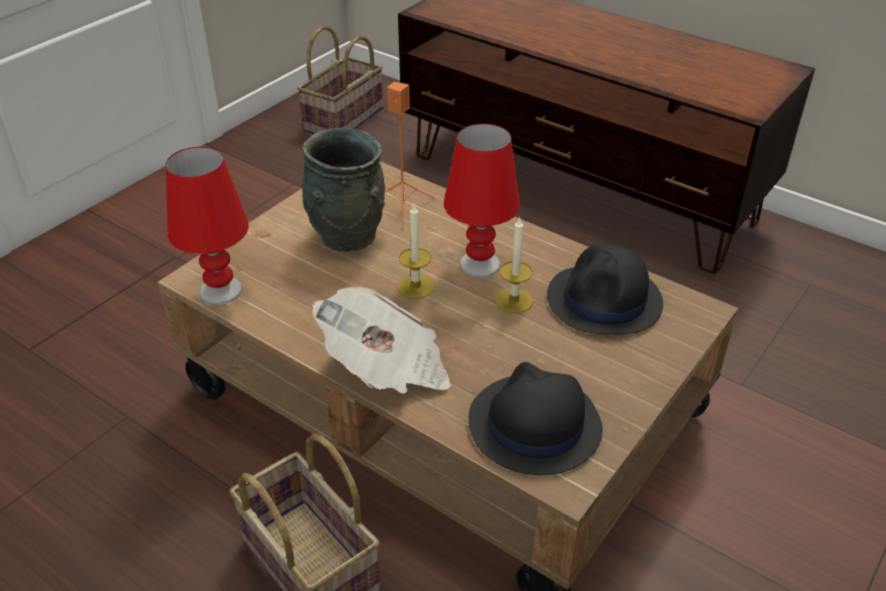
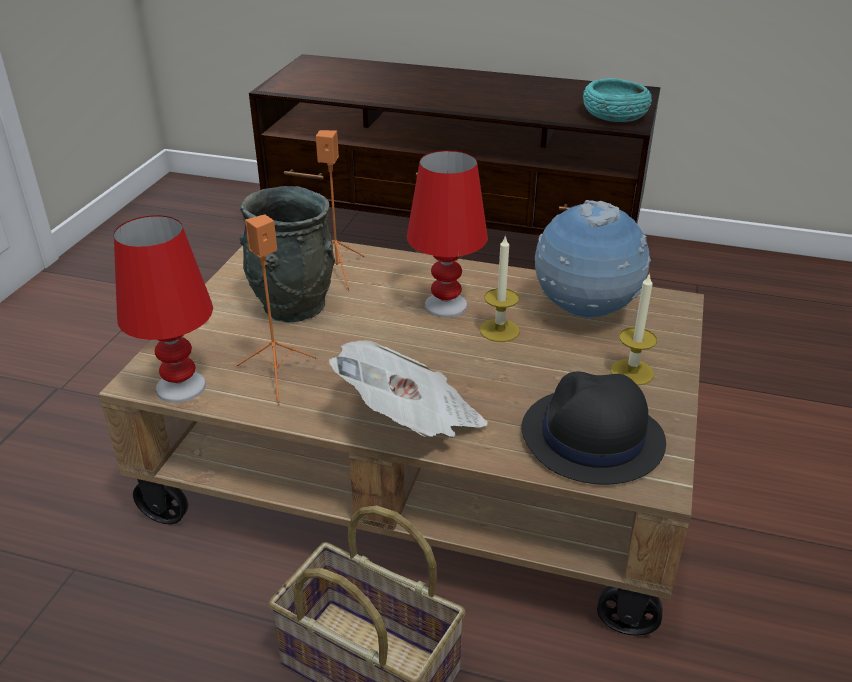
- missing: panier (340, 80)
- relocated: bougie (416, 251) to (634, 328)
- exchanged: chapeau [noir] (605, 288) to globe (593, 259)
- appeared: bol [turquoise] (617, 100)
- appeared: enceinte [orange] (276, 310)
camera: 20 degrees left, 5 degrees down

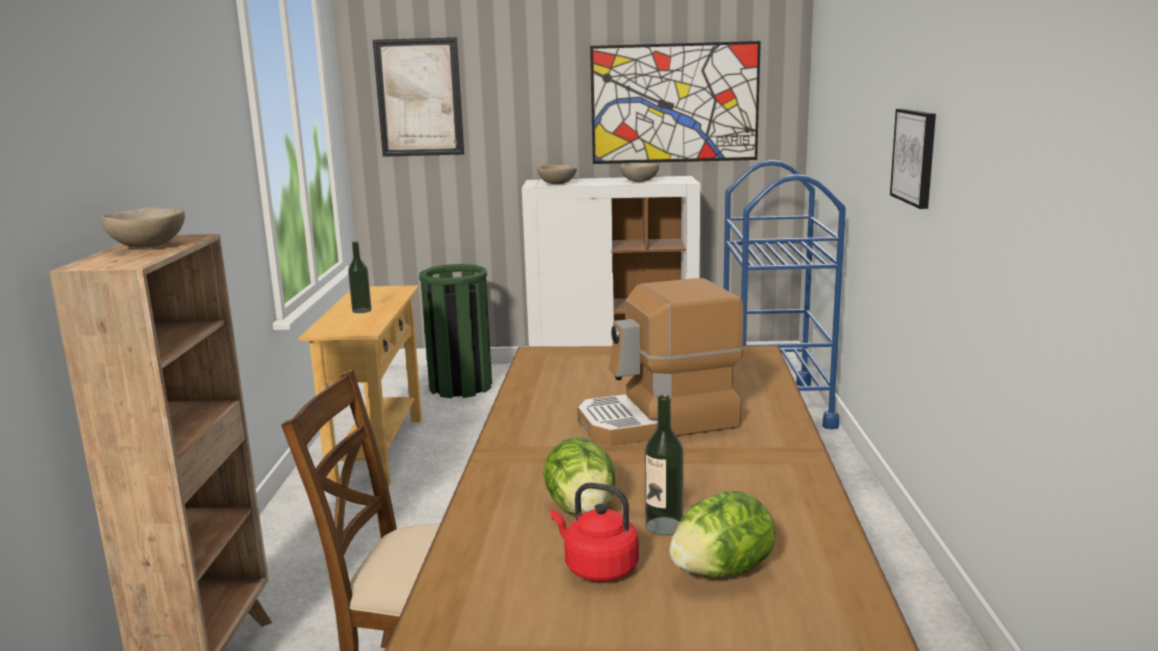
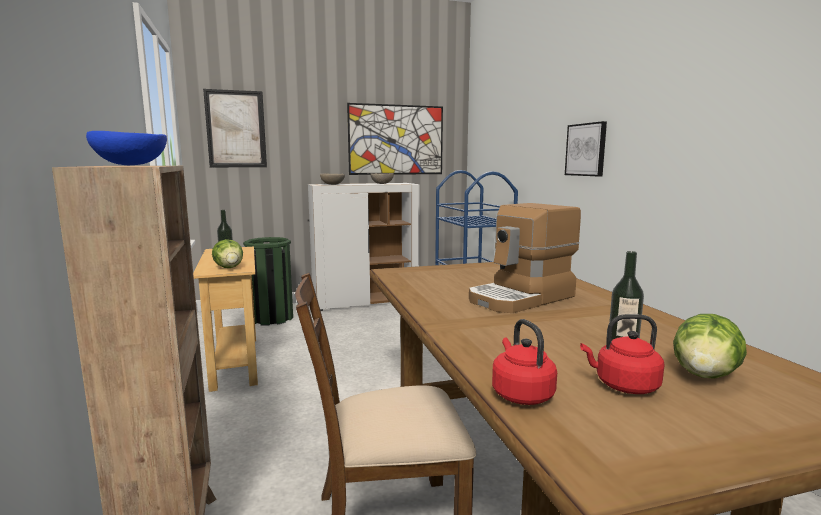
- colour: bol [beige] (143, 227) to bol [bleu] (126, 148)
- relocated: laitue (579, 476) to (227, 253)
- appeared: bouilloire [rouge] (524, 362)
camera: 20 degrees left, 5 degrees down

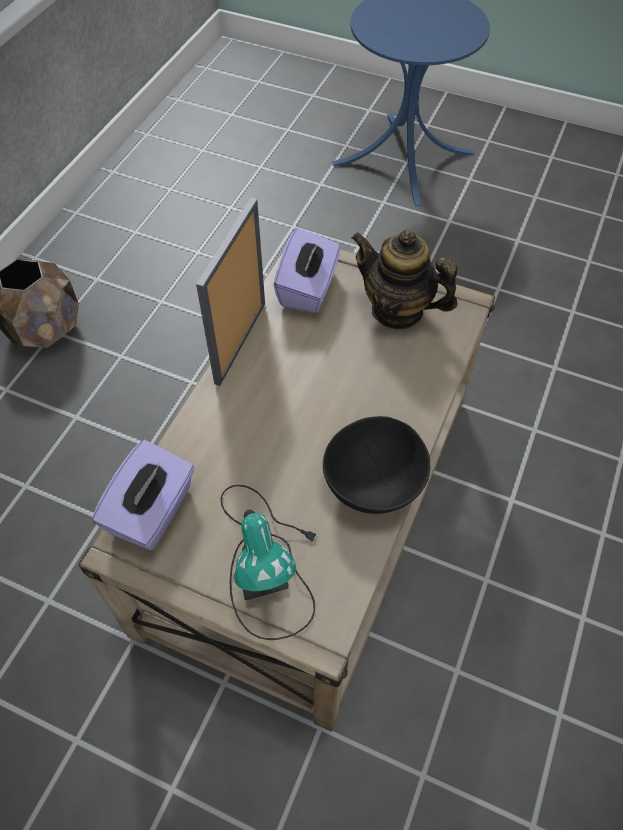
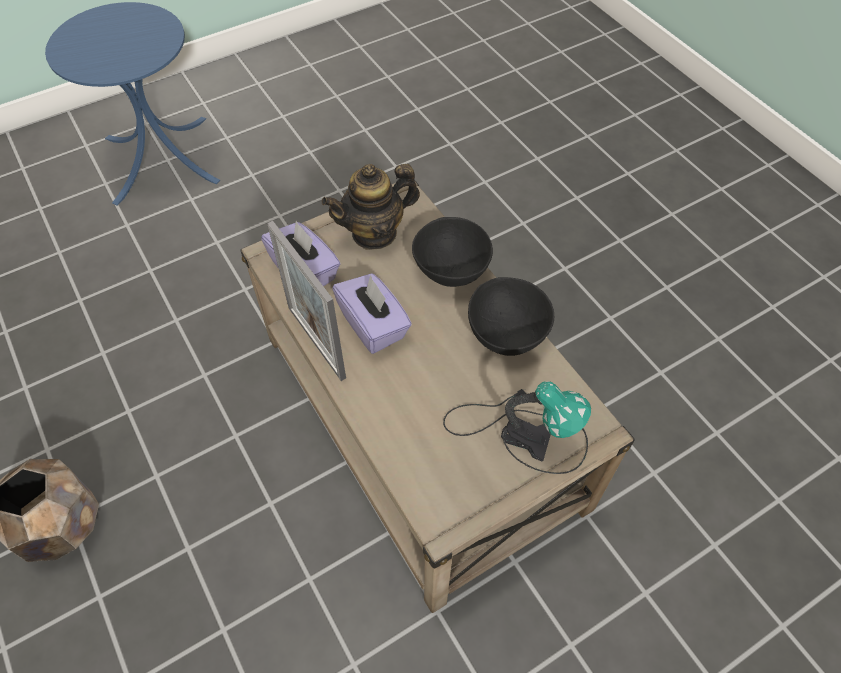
- relocated: boîte à mouchoirs [violet] (143, 495) to (372, 313)
- appeared: bol [noir] (452, 252)
camera: 55 degrees left, 0 degrees up

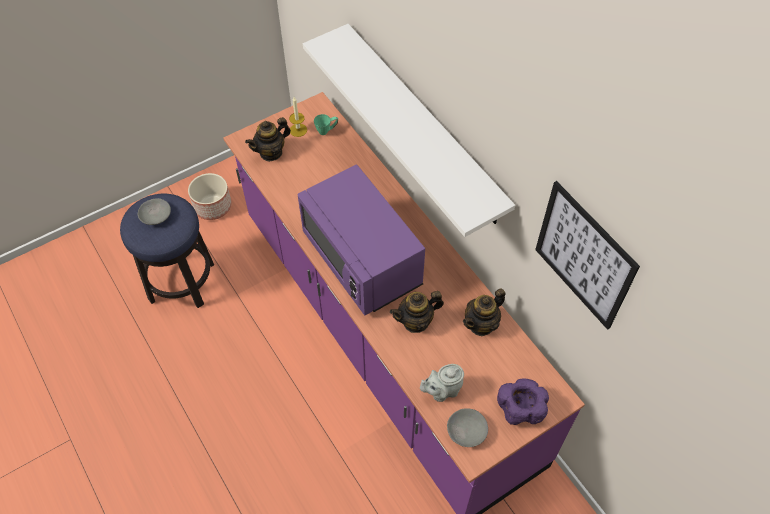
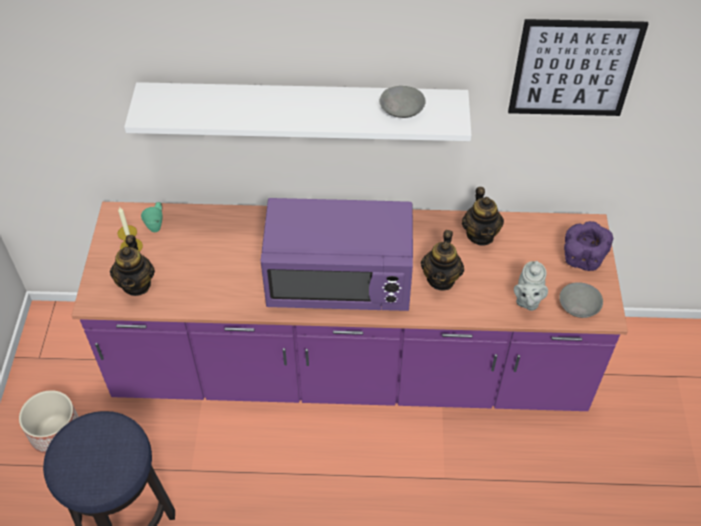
- relocated: bol [gris] (154, 211) to (403, 102)
camera: 55 degrees left, 5 degrees down

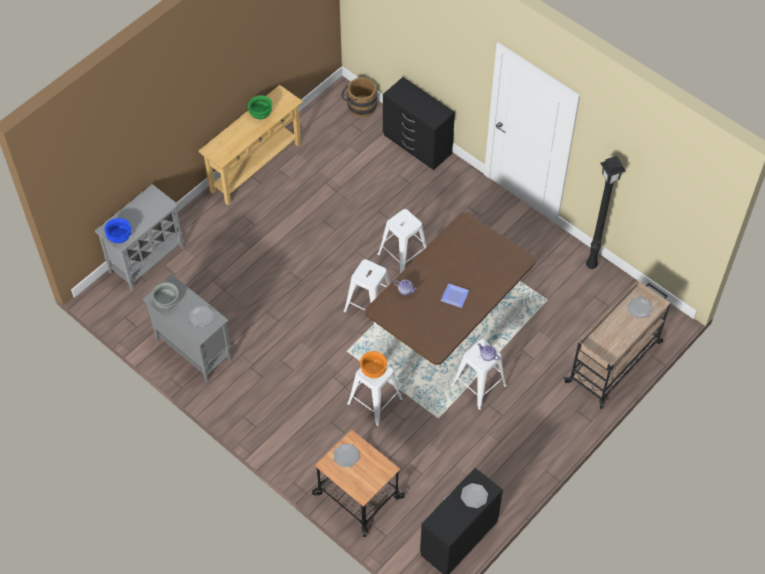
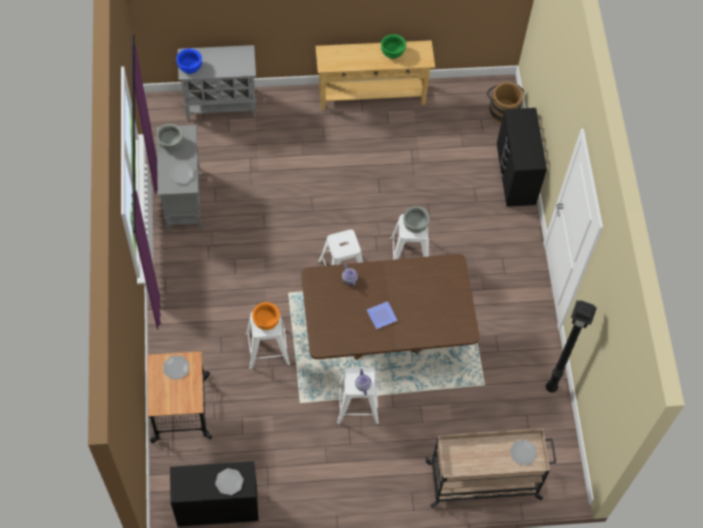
- appeared: bol [gris] (416, 219)
camera: 40 degrees right, 5 degrees up

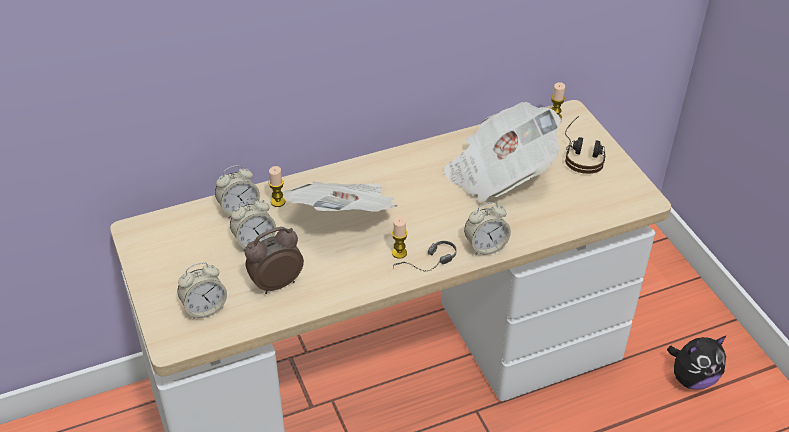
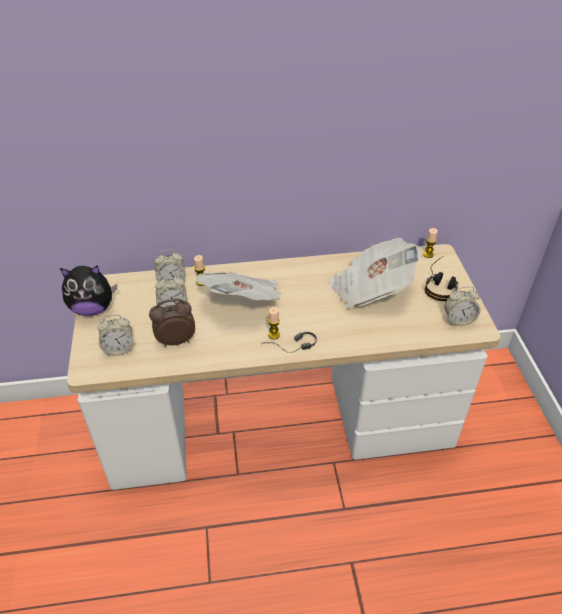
- relocated: réveil (487, 228) to (462, 306)
- relocated: peluche (696, 363) to (88, 290)
camera: 15 degrees right, 0 degrees up

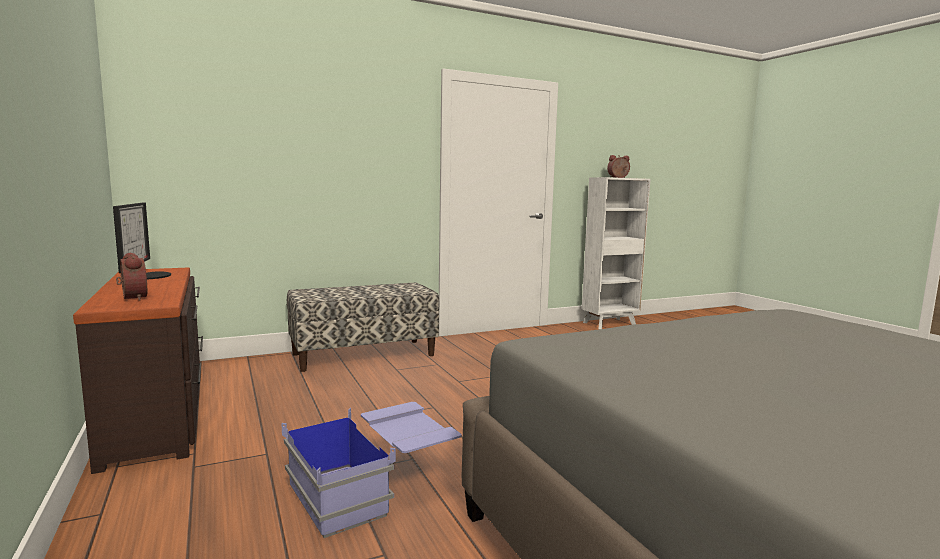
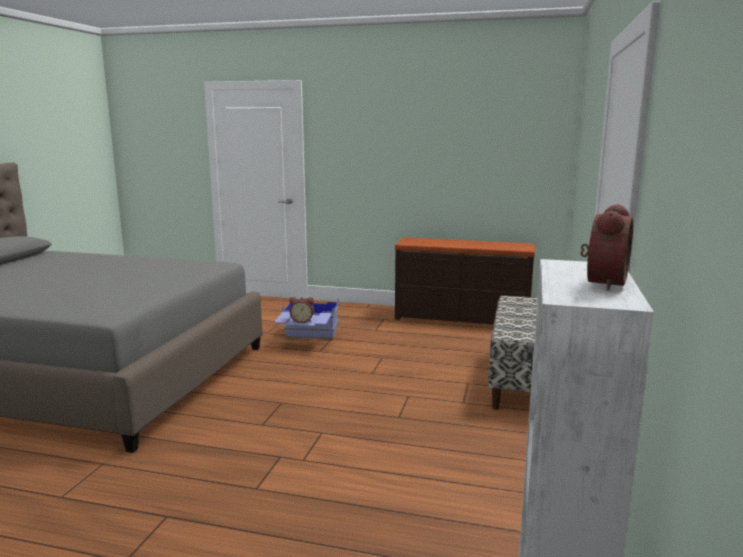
- missing: écran d'ordinateur (142, 241)
- relocated: réveil (131, 277) to (302, 310)
camera: 130 degrees right, 5 degrees up

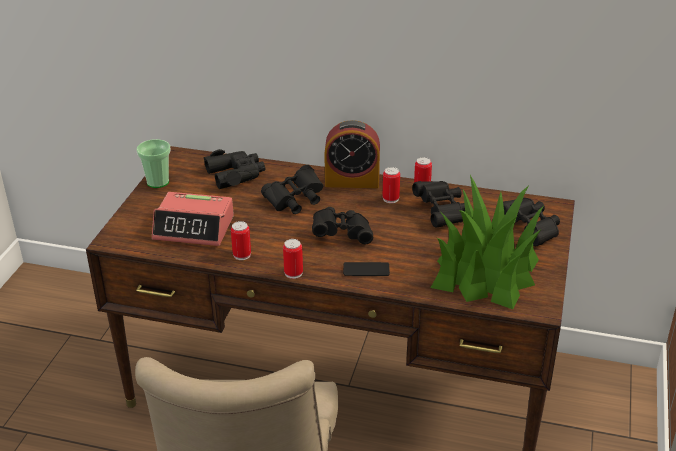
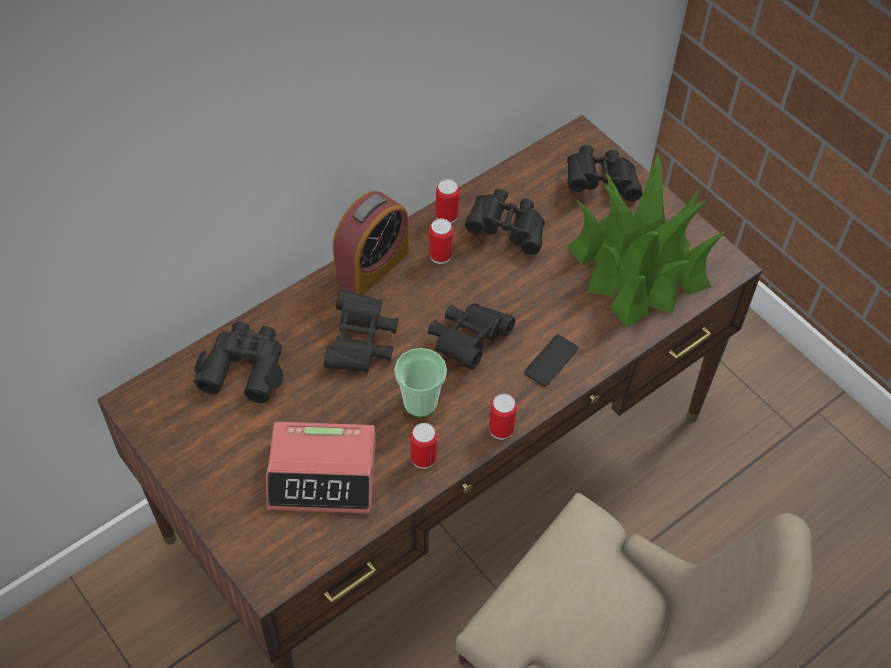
- relocated: tasse (153, 163) to (420, 383)
- spun: réveil (193, 219) = (321, 468) 45 degrees clockwise
camera: 55 degrees left, 20 degrees up

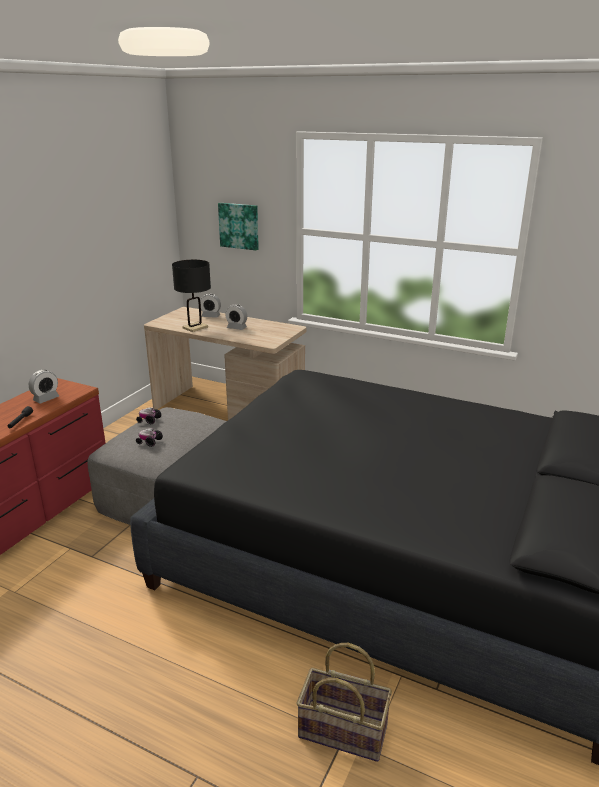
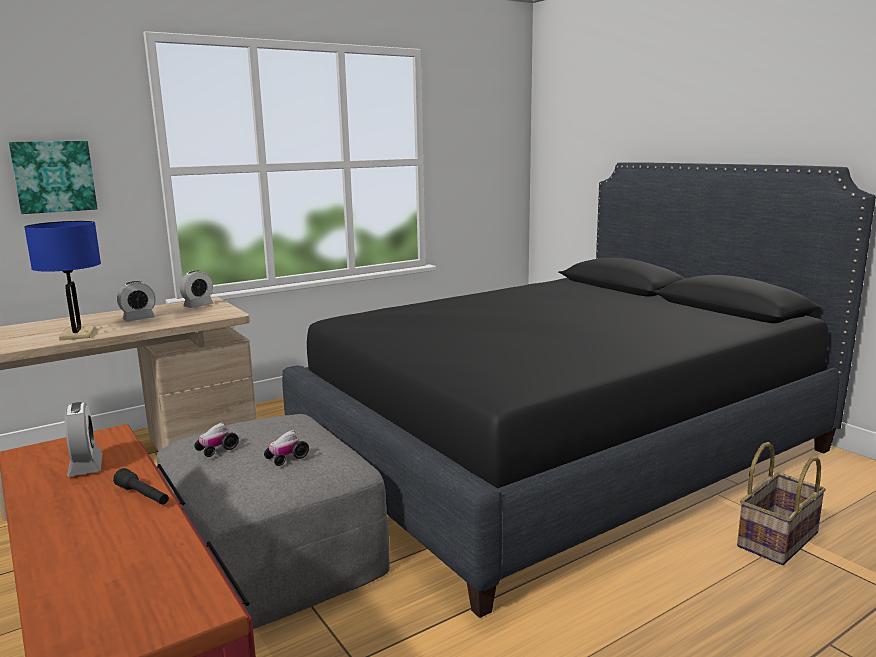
- colour: lampe de table [noir] (191, 296) to lampe de table [bleu] (62, 280)
- relocated: réveil (210, 305) to (197, 289)
camera: 60 degrees left, 10 degrees down

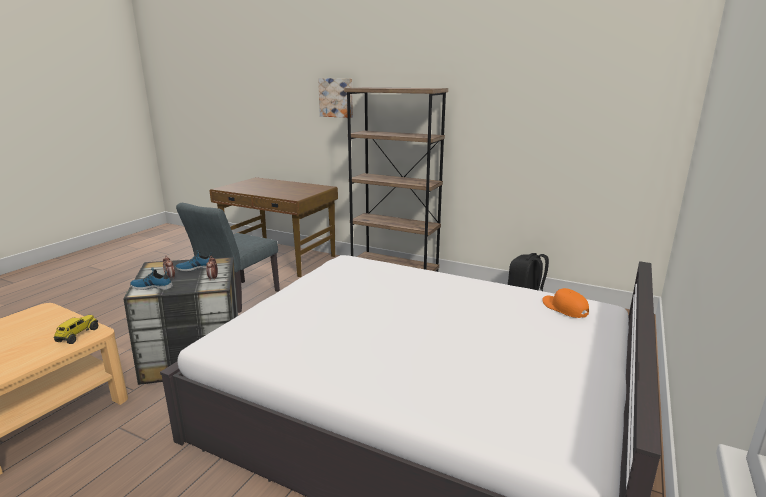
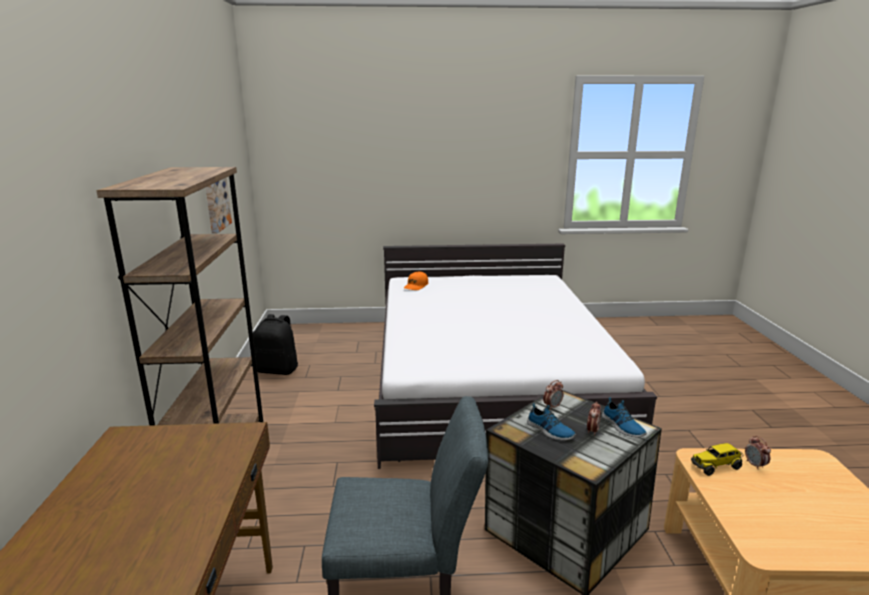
- relocated: tableau (335, 98) to (218, 206)
- appeared: réveil (758, 453)
camera: 120 degrees left, 0 degrees up

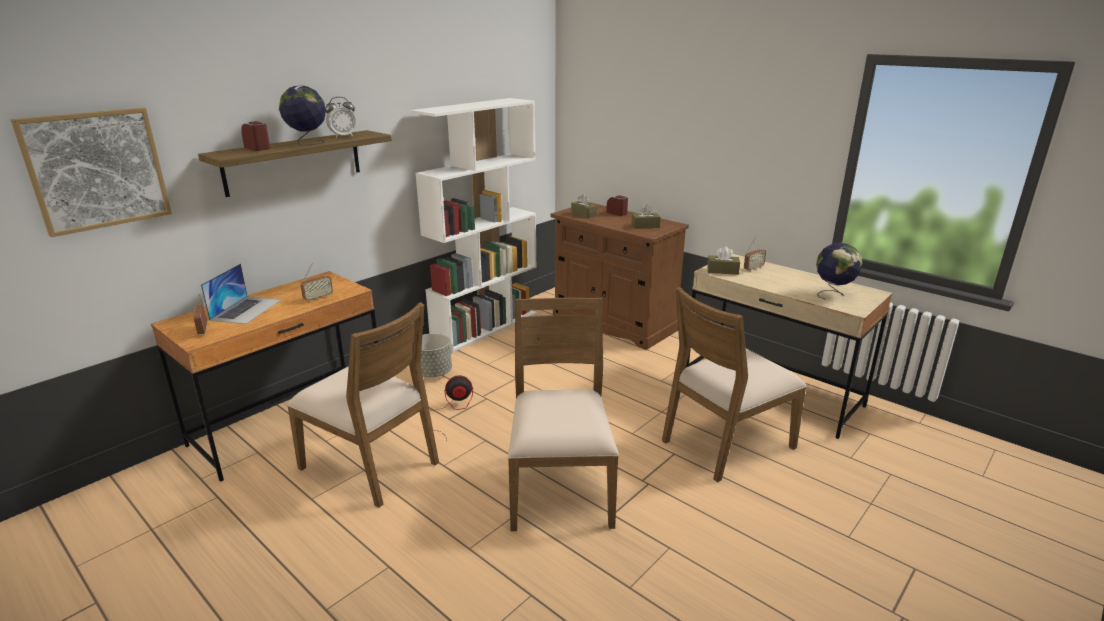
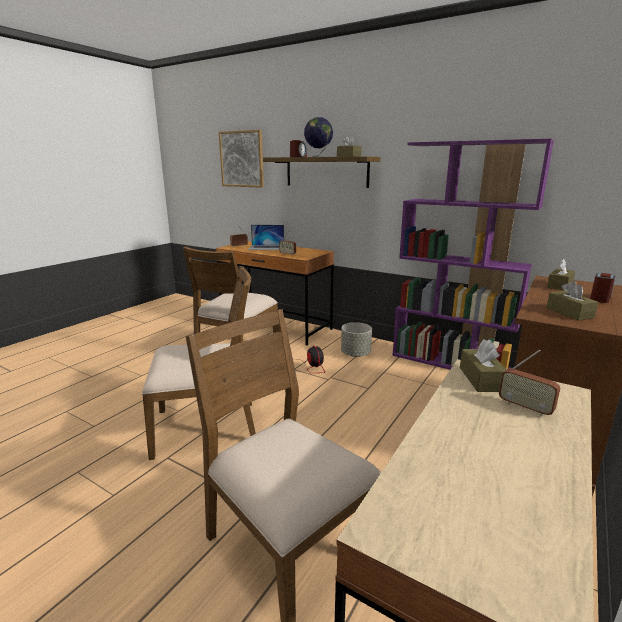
- exchanged: réveil (341, 117) to boîte à mouchoirs [marron] (349, 146)
- colour: bibliothèque [blanc] (473, 225) to bibliothèque [violet] (473, 254)
- missing: globe (839, 271)
camera: 80 degrees right, 5 degrees down

